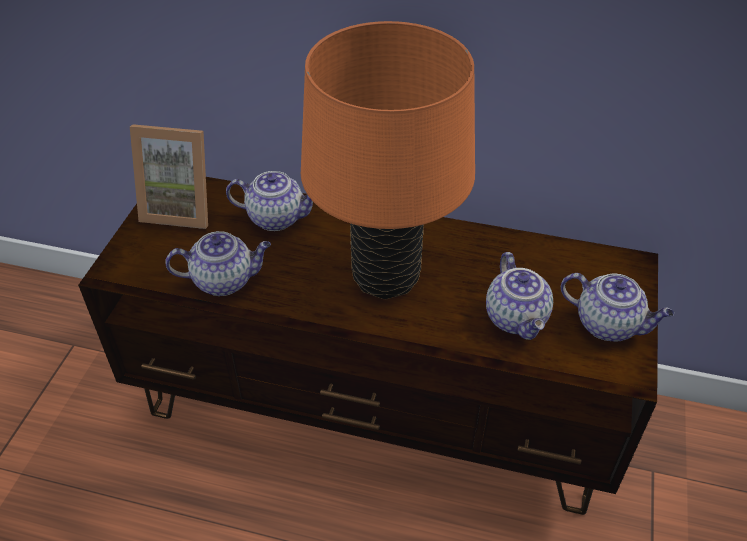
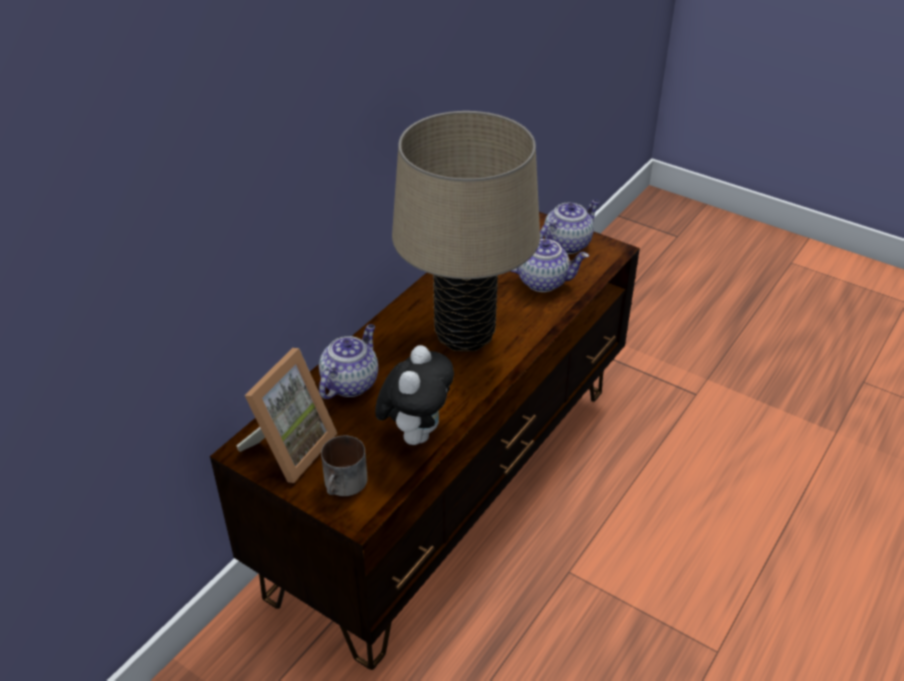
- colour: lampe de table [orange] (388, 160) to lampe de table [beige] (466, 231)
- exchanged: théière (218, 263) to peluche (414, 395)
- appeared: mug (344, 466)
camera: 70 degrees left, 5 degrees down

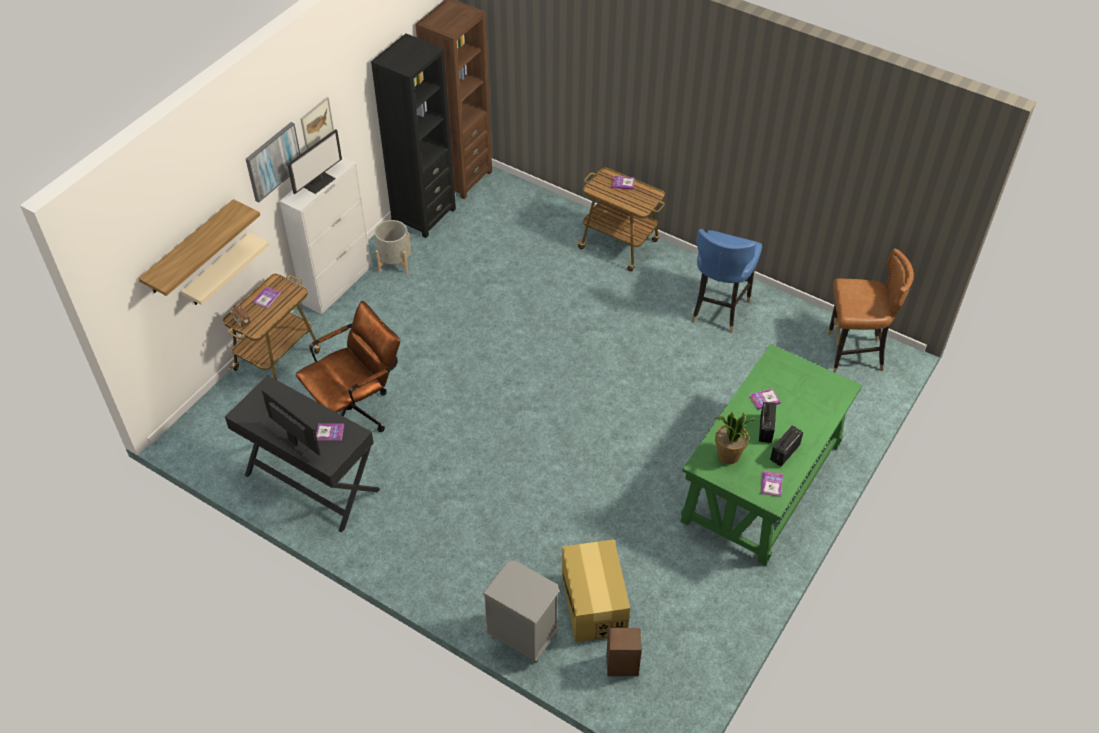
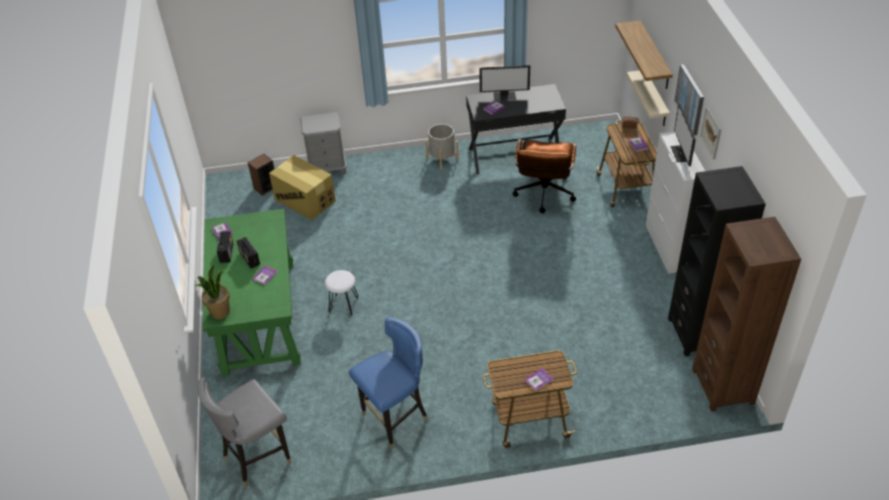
- relocated: cache-pot [gris] (393, 247) to (442, 147)
- spun: chaise [bleu] (726, 281) = (389, 383) 75 degrees clockwise
- colour: chaise [marron] (871, 310) to chaise [gris] (244, 433)
- relocated: plante en pot (734, 438) to (212, 291)
- appeared: tabouret [blanc] (342, 293)
camera: 140 degrees right, 5 degrees down

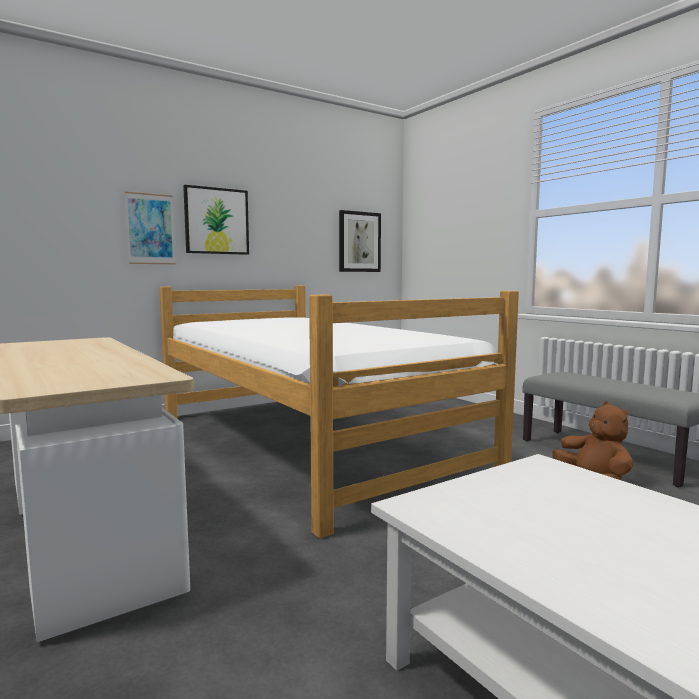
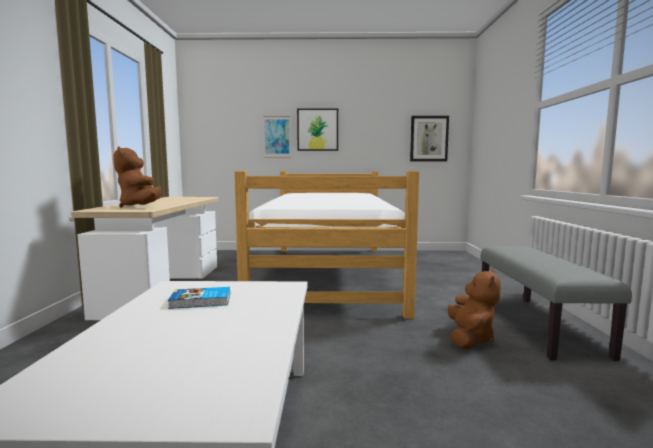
- appeared: peluche [marron] (137, 177)
- appeared: livre (199, 298)
camera: 35 degrees right, 0 degrees up

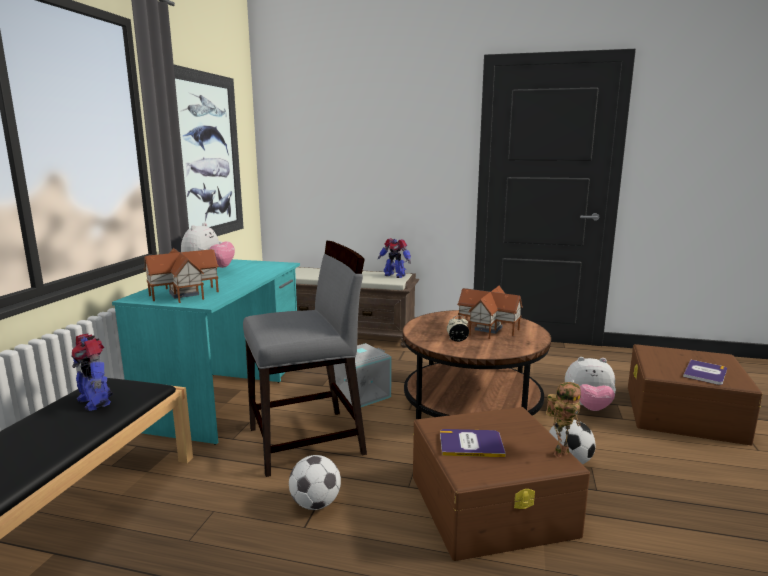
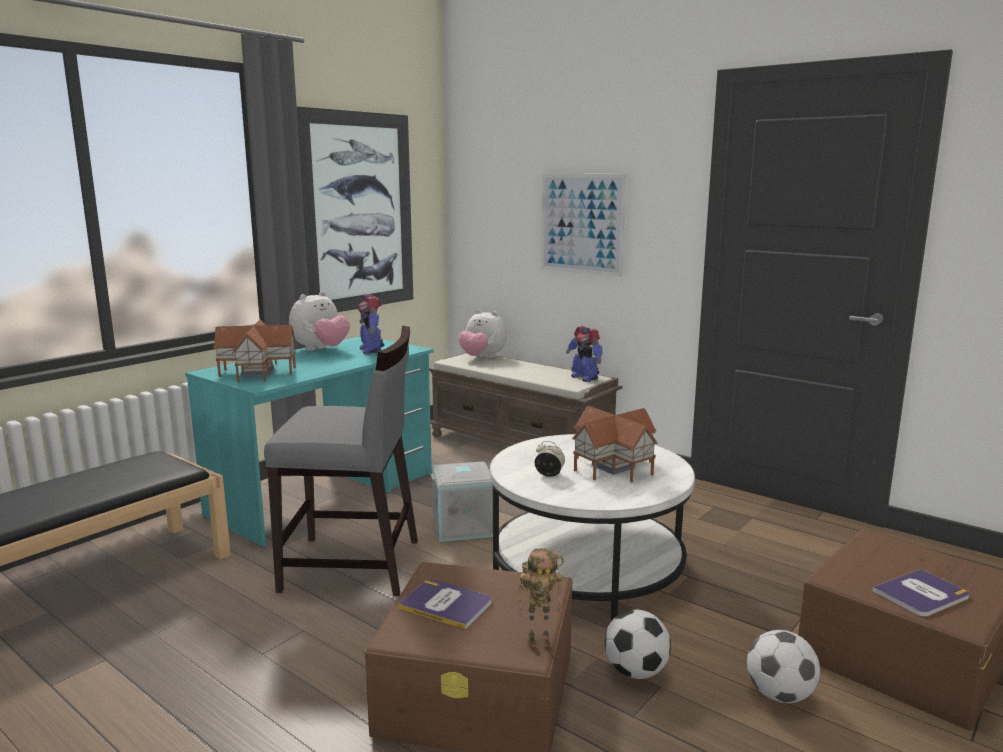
- colour: table basse [marron] (477, 364) to table basse [blanc] (592, 527)
- relocated: robot jouet (92, 372) to (371, 324)
- relocated: peluche (590, 384) to (483, 334)
- relocated: ballon de foot (315, 482) to (783, 666)
- appeared: tableau (584, 225)
camera: 25 degrees right, 0 degrees up

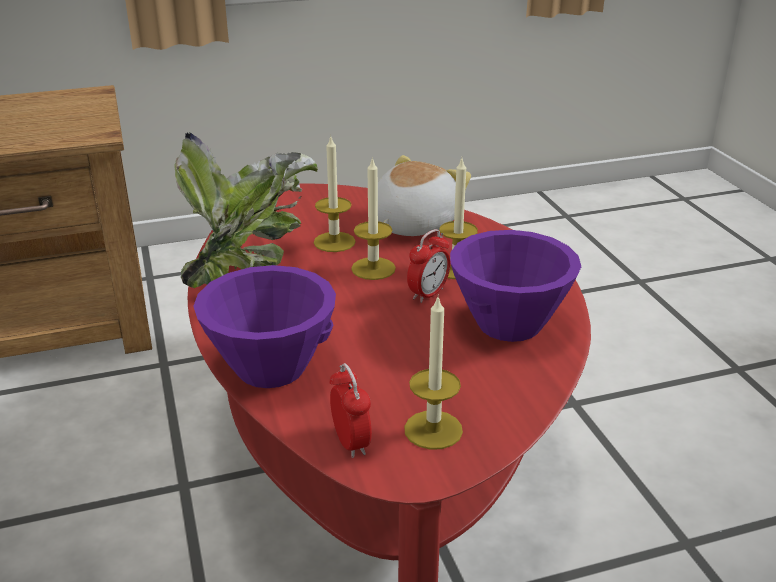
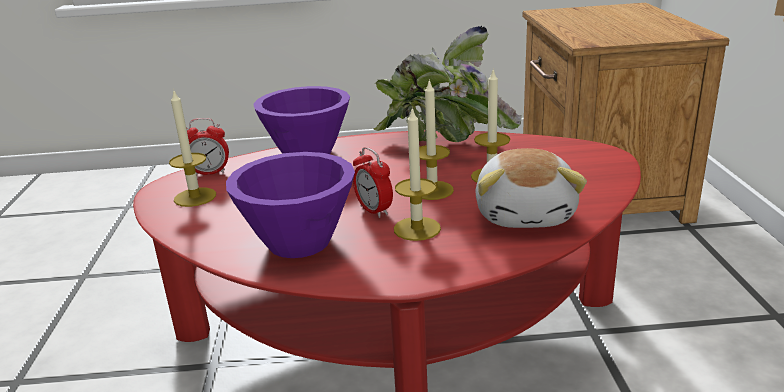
- spun: peluche (424, 195) = (531, 188) 45 degrees clockwise
camera: 105 degrees right, 5 degrees down

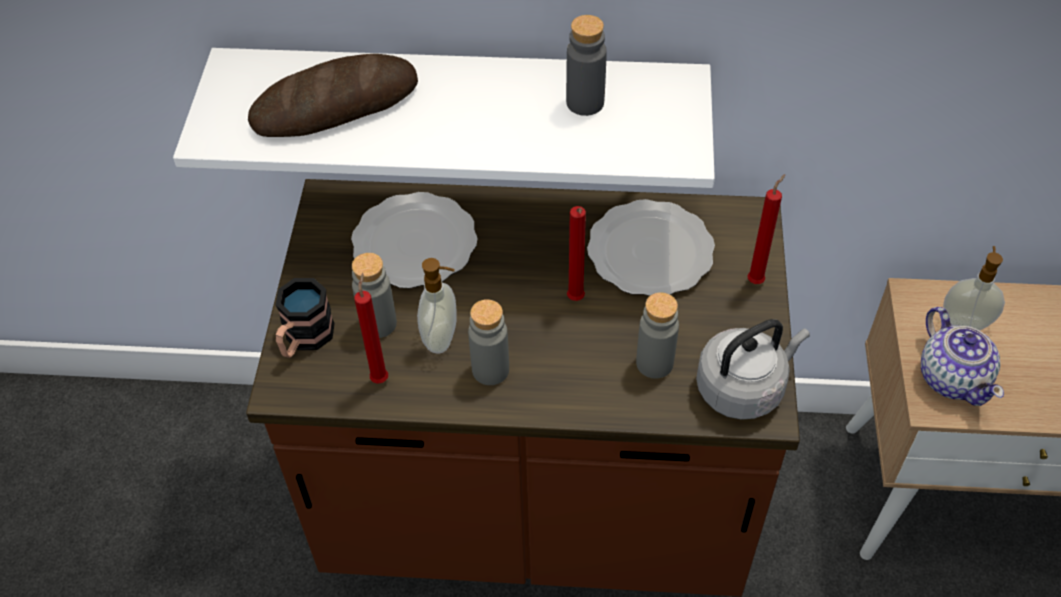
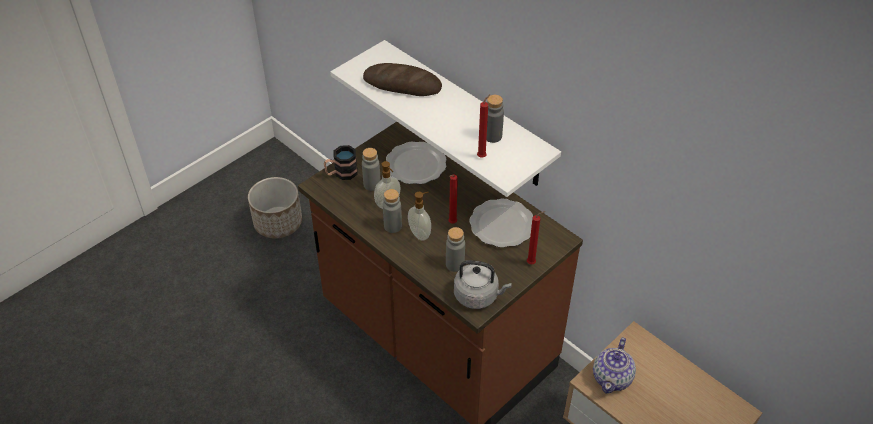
- relocated: distributeur de savon (974, 288) to (419, 216)
- relocated: bougie [rouge] (371, 328) to (483, 126)
- appeared: cache-pot (275, 208)
camera: 40 degrees right, 5 degrees down

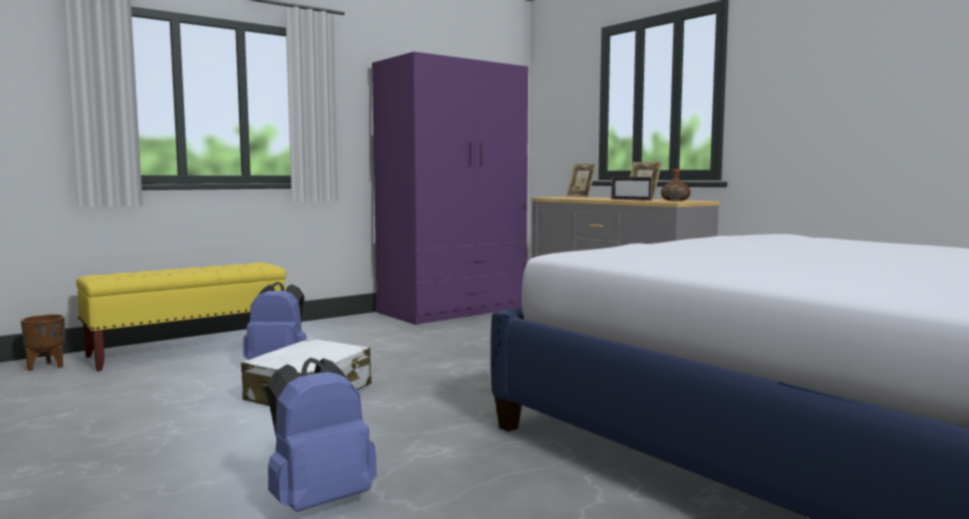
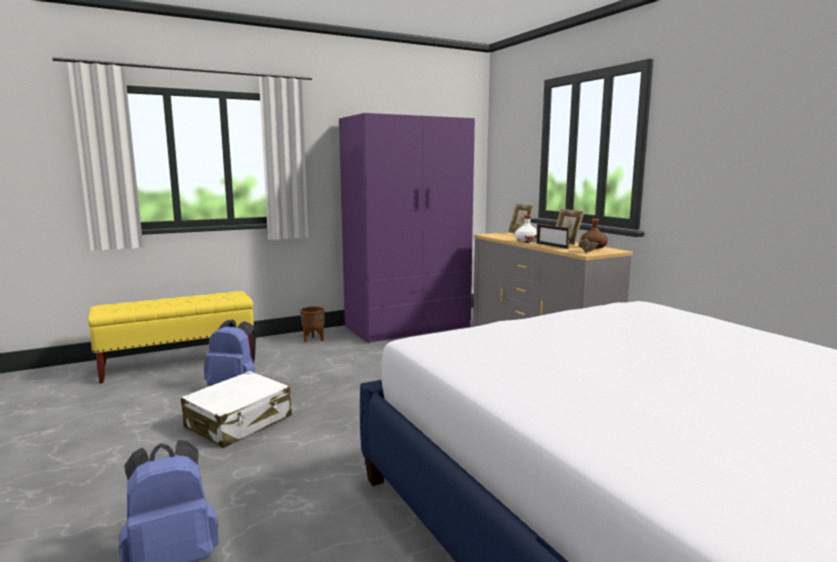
- relocated: cache-pot [marron] (43, 342) to (312, 324)
- appeared: bouteille [blanc] (526, 228)
camera: 10 degrees right, 5 degrees up

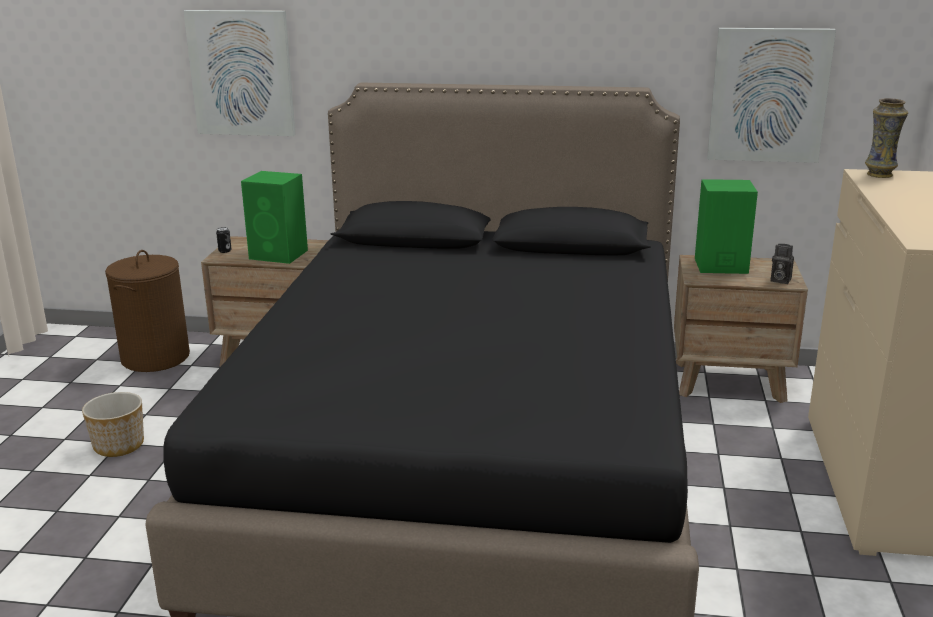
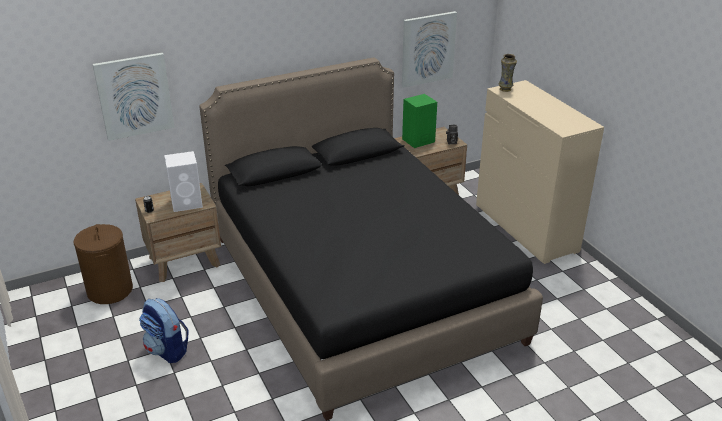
- colour: enceinte [vert] (274, 217) to enceinte [blanc] (183, 181)
- exchanged: cache-pot (113, 424) to sac à dos (164, 330)
camera: 35 degrees left, 10 degrees up

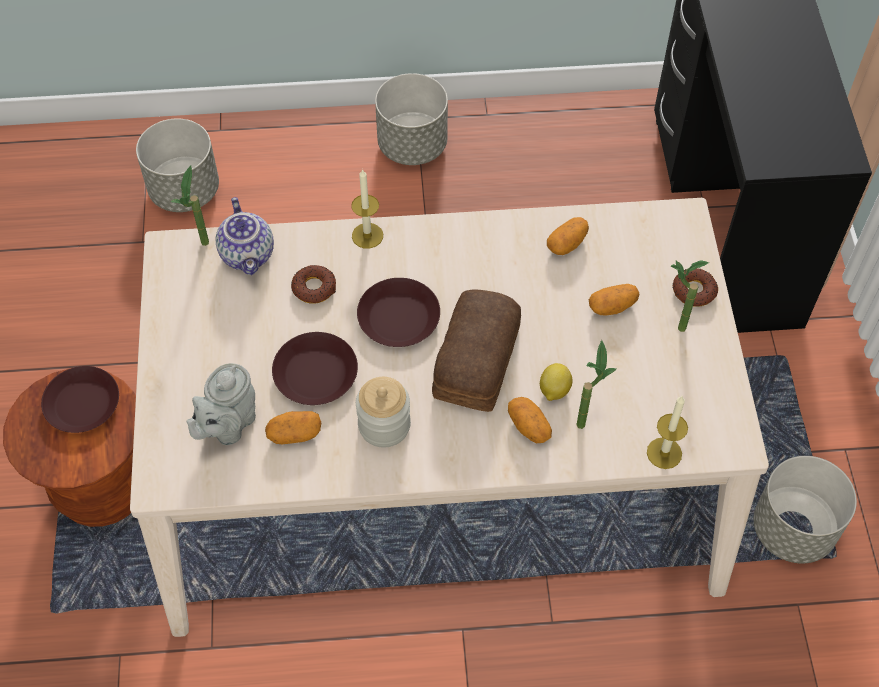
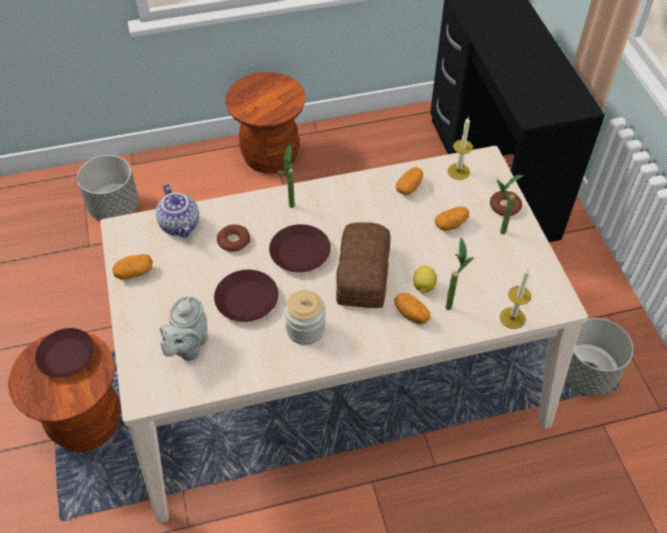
- exchanged: cache-pot [gris] (411, 119) to tabouret [marron] (265, 123)
- relocated: plante en pot (189, 206) to (286, 176)
- relocated: bougie (367, 209) to (460, 148)
- relocated: pomme de terre (293, 427) to (132, 267)
camera: 10 degrees left, 5 degrees down

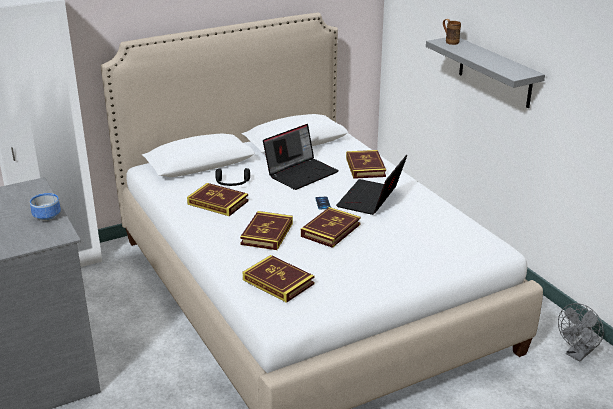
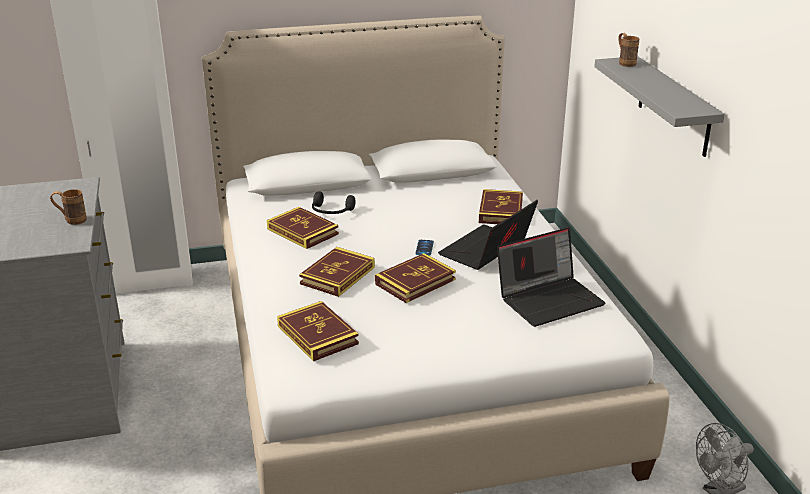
- relocated: ordinateur portable (301, 157) to (551, 277)
- exchanged: bol (45, 207) to mug [marron] (68, 207)
camera: 15 degrees right, 0 degrees up

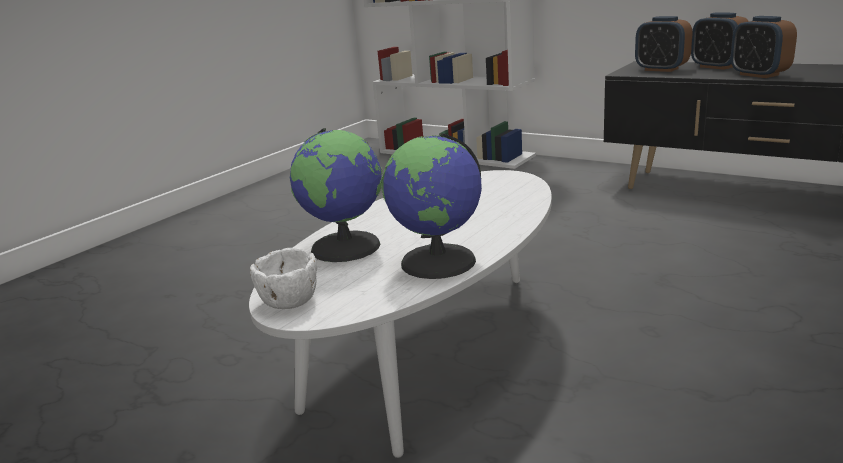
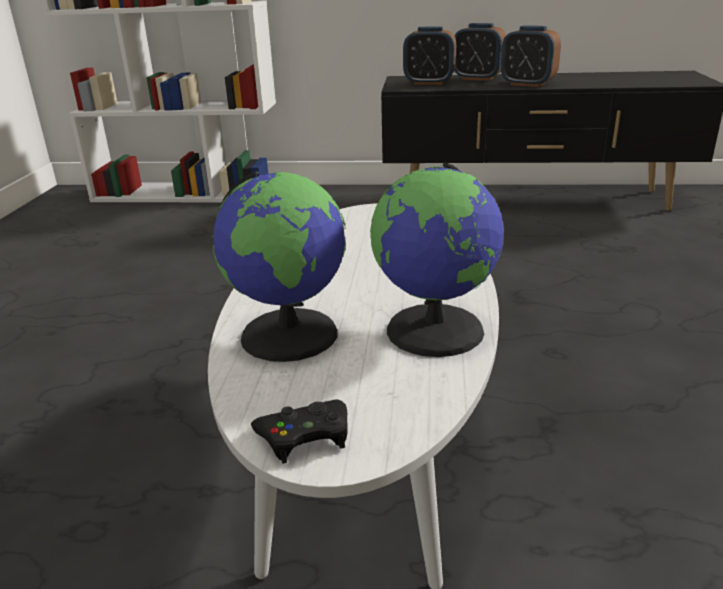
- exchanged: bol [blanc] (283, 278) to manette [noir] (299, 432)
camera: 30 degrees left, 5 degrees up

